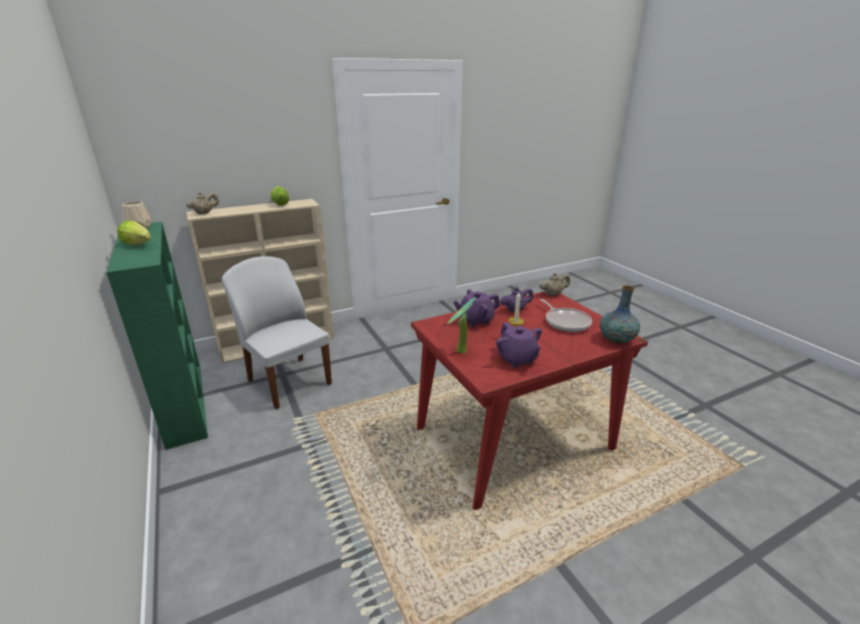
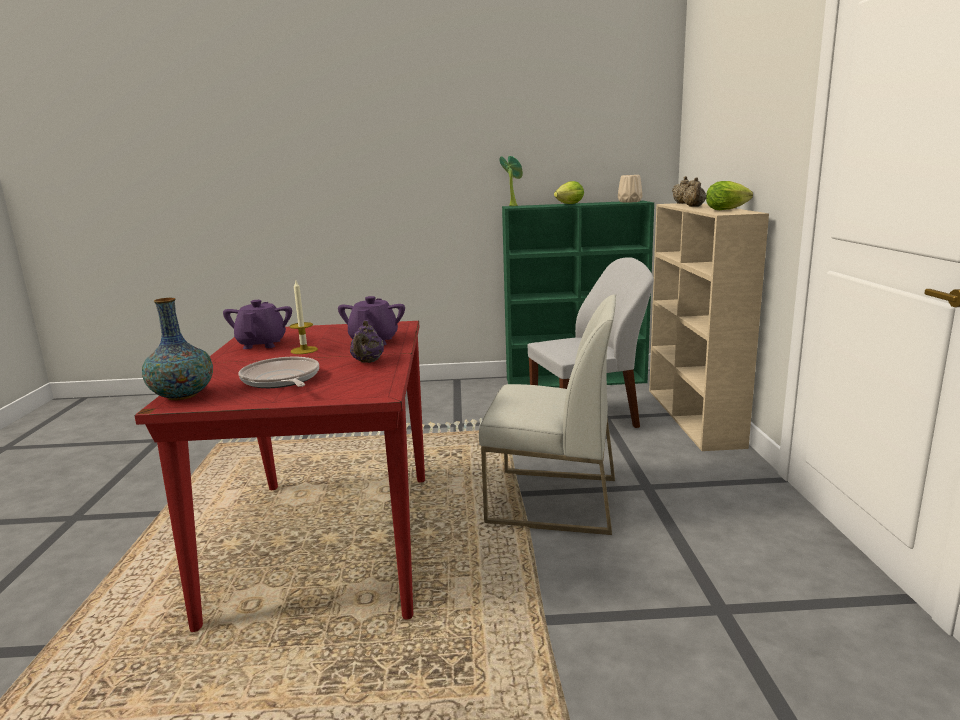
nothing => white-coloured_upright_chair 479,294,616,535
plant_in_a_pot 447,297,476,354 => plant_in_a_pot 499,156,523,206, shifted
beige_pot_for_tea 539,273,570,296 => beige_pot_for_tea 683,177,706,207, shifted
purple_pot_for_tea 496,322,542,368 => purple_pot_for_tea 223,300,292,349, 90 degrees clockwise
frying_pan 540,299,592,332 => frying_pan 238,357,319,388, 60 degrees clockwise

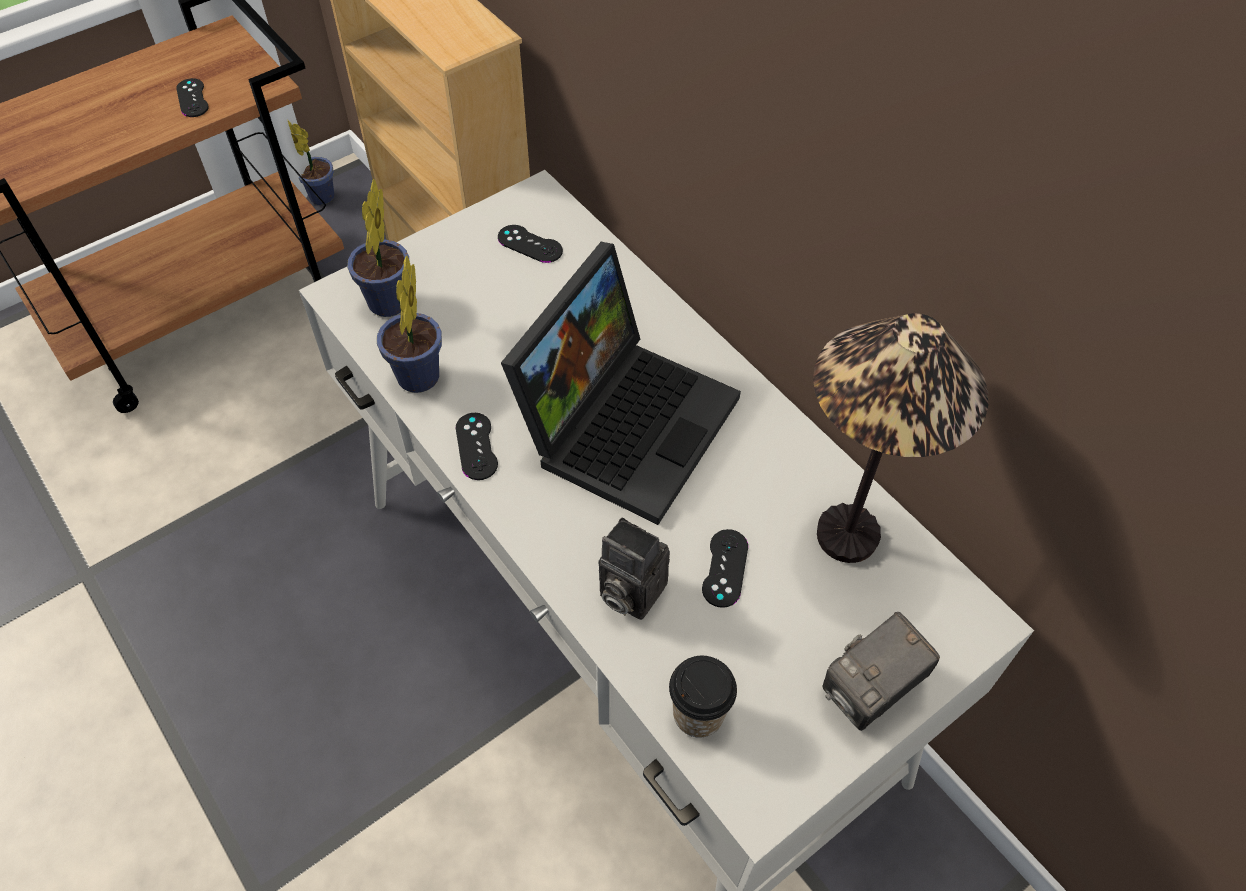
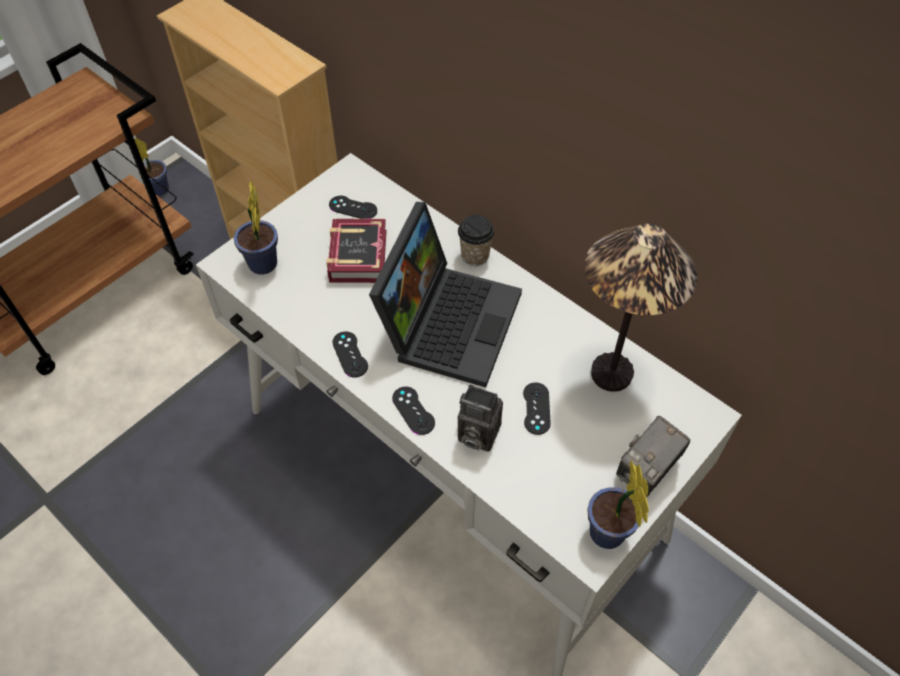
nothing => volume 326,219,387,283
black_game_controller 176,78,209,117 => black_game_controller 392,387,435,435, shifted
plant_in_a_pot 377,255,442,393 => plant_in_a_pot 588,460,649,549, shifted
drinking_cup 669,656,737,738 => drinking_cup 458,215,494,266, shifted

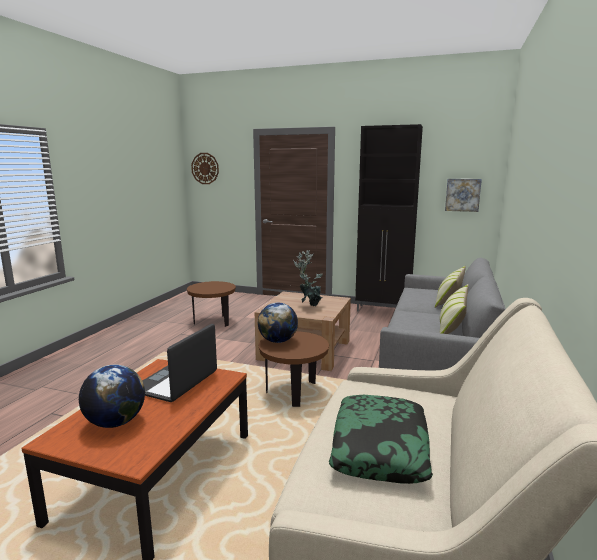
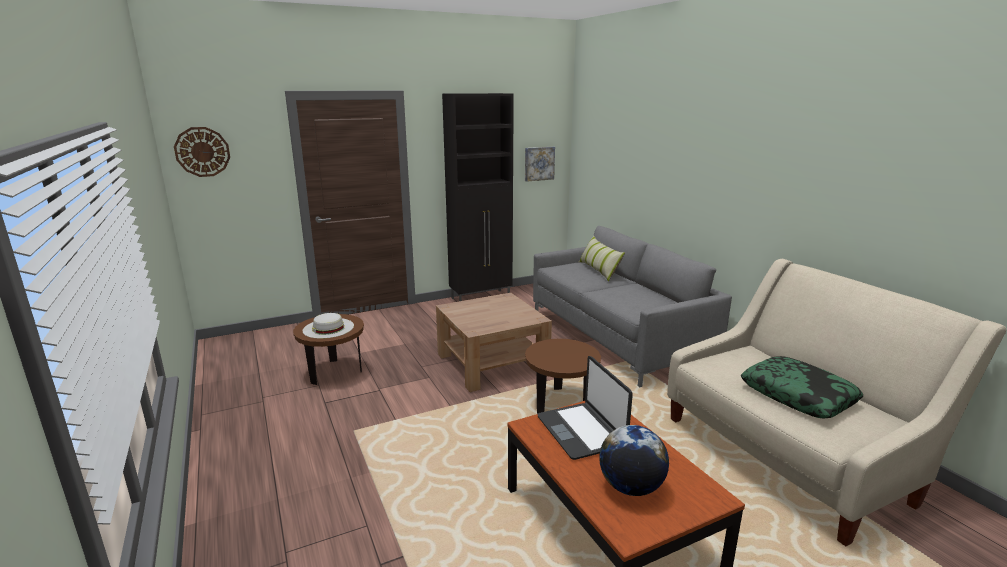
desk_globe 258,302,298,343 => nothing
plant_in_a_pot 293,250,323,307 => nothing
cushion 440,284,469,334 => nothing
nothing => white-coloured_wearable_hat 303,313,354,339

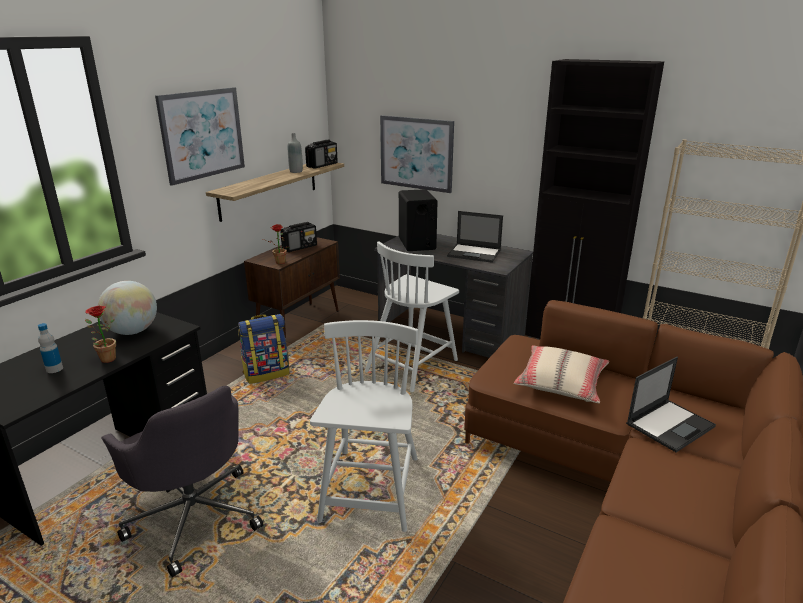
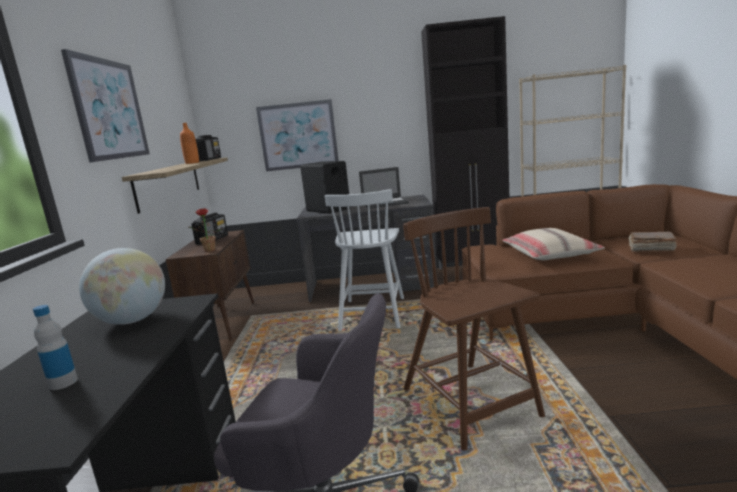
plant_in_a_pot 85,306,116,363 => nothing
backpack 238,314,290,384 => nothing
portable_computer 626,357,716,452 => brown_volume 629,232,677,252
greyish_bottle 288,133,303,173 => orange-coloured_bottle 180,123,199,164
white-coloured_upright_chair 310,320,418,532 => brown_upright_chair 403,207,545,451

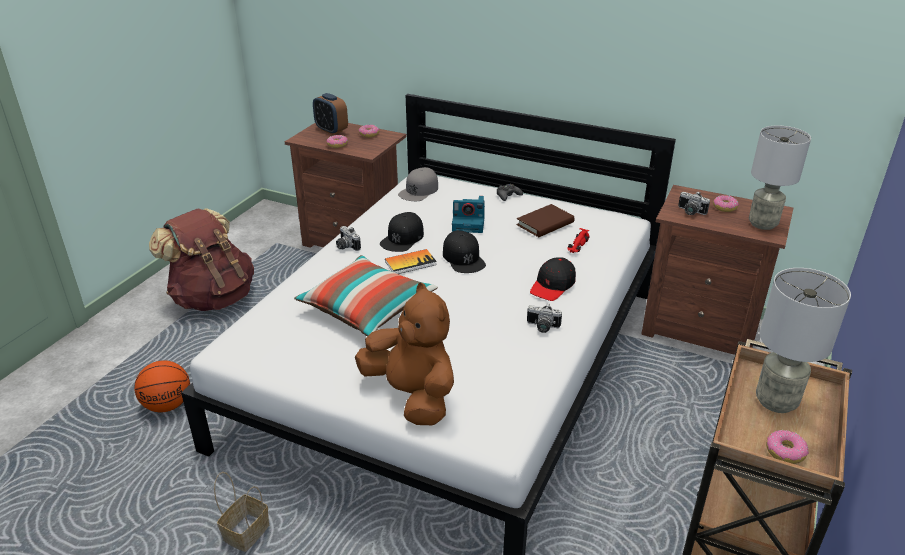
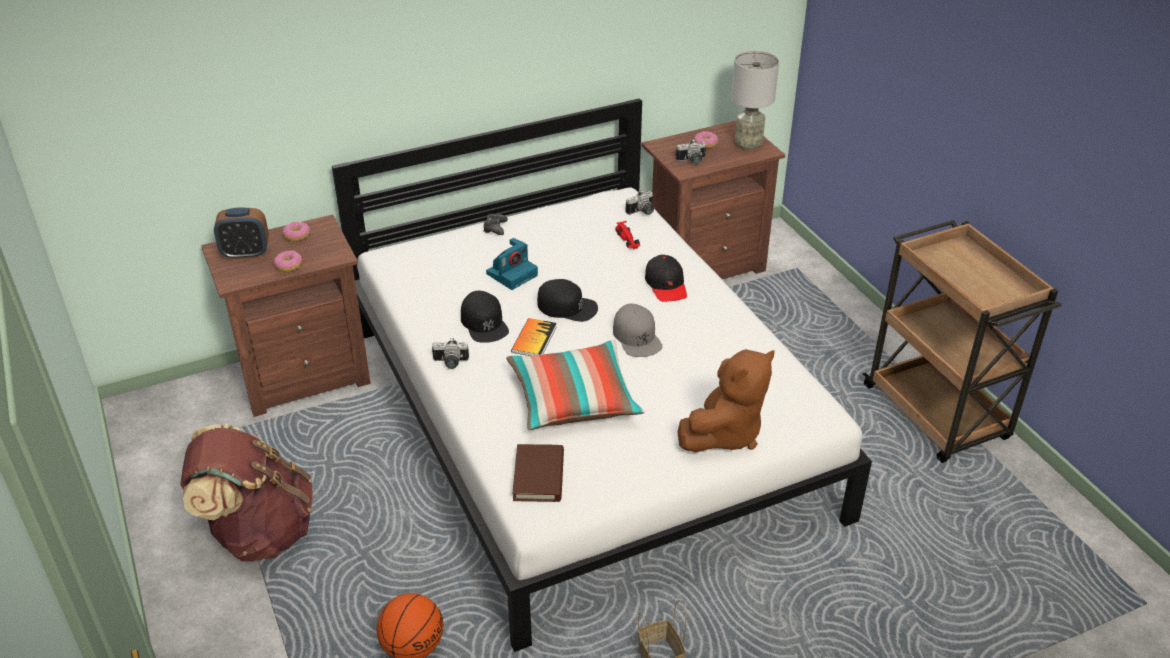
greyish_lamp_for_a_table 756,268,851,413 => nothing
ring_doughnut 766,430,809,464 => nothing
greyish_baseball_cap 398,167,438,201 => greyish_baseball_cap 613,304,662,357, shifted
brown_volume 516,204,574,237 => brown_volume 513,444,564,502, shifted
still_camera 527,304,562,333 => still_camera 626,190,654,215, shifted
brown_plush_toy 355,282,454,425 => brown_plush_toy 677,349,774,452, 135 degrees clockwise

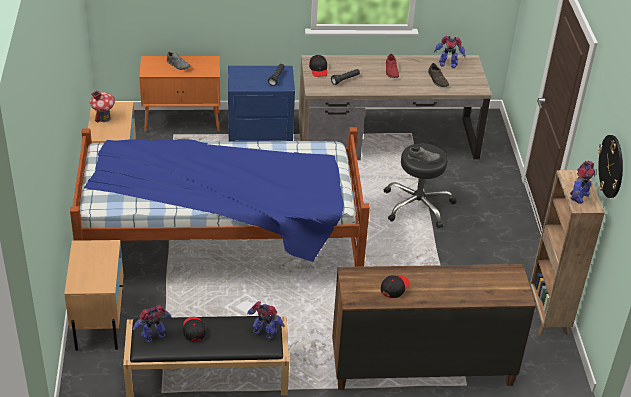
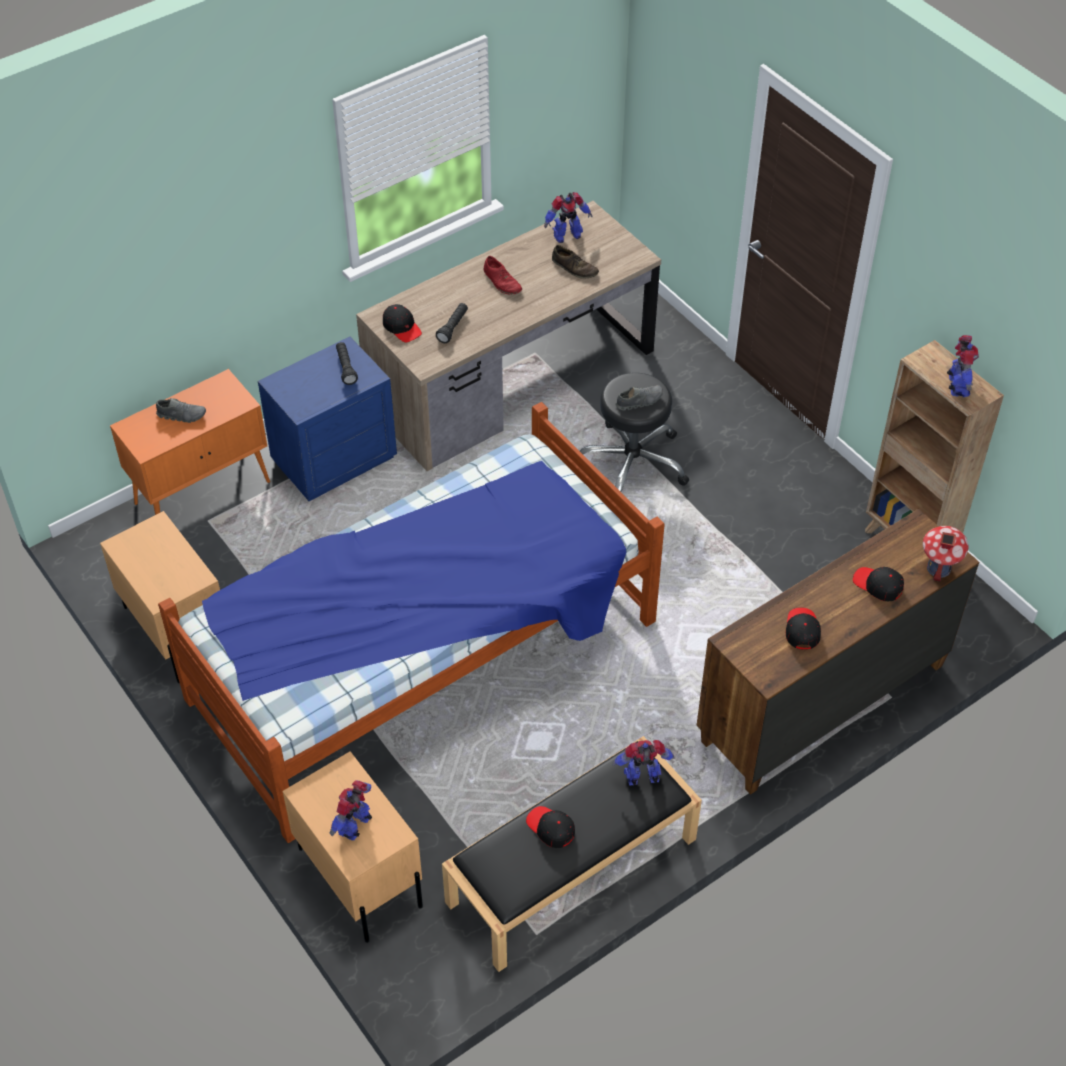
wall_clock 598,135,623,198 => nothing
nothing => black_baseball_cap 853,567,904,601
miniature_house 90,90,115,123 => miniature_house 923,526,968,582, shifted
robot_figure 133,305,172,342 => robot_figure 330,780,372,841, shifted

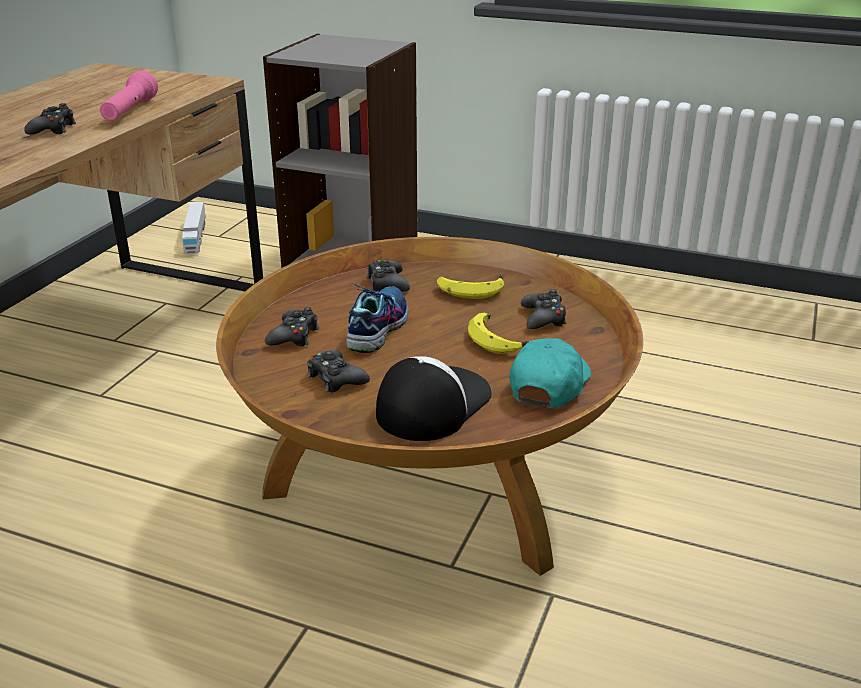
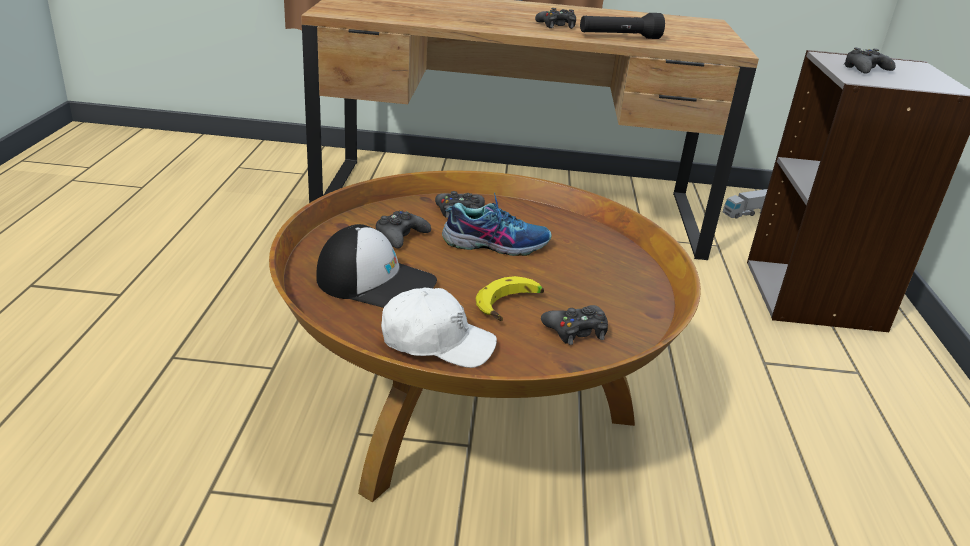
banana 437,274,504,299 => nothing
black_game_controller 367,259,410,292 => black_game_controller 844,48,896,74, shifted
pinkish_hand_torch 100,71,158,121 => black_hand_torch 580,13,665,39
turquoise_baseball_cap 510,338,591,408 => white-coloured_baseball_cap 381,288,497,368

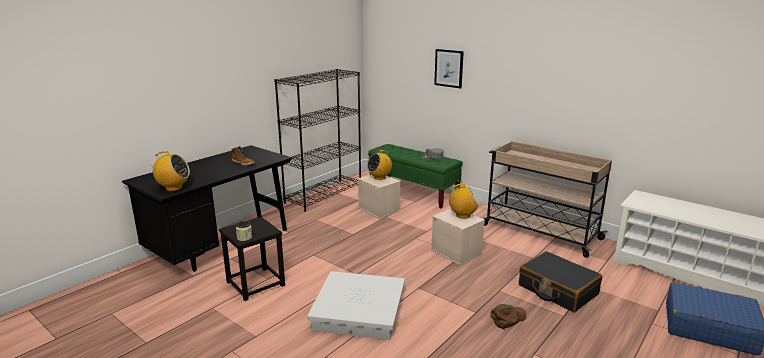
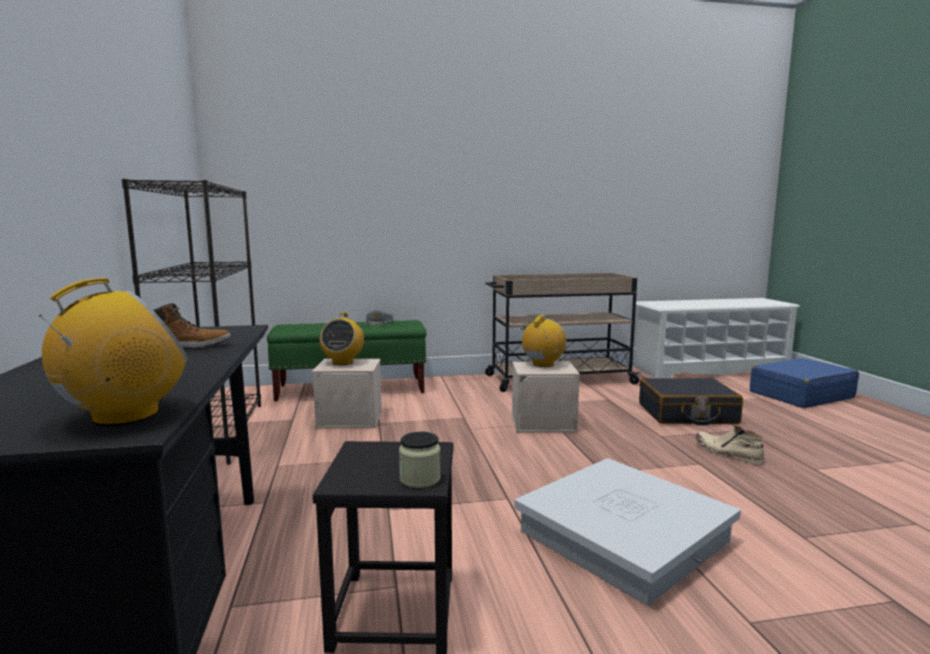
wall_picture 434,49,464,88 => nothing
brown_baseball_cap 491,304,527,330 => beige_tall_boot 695,426,765,464

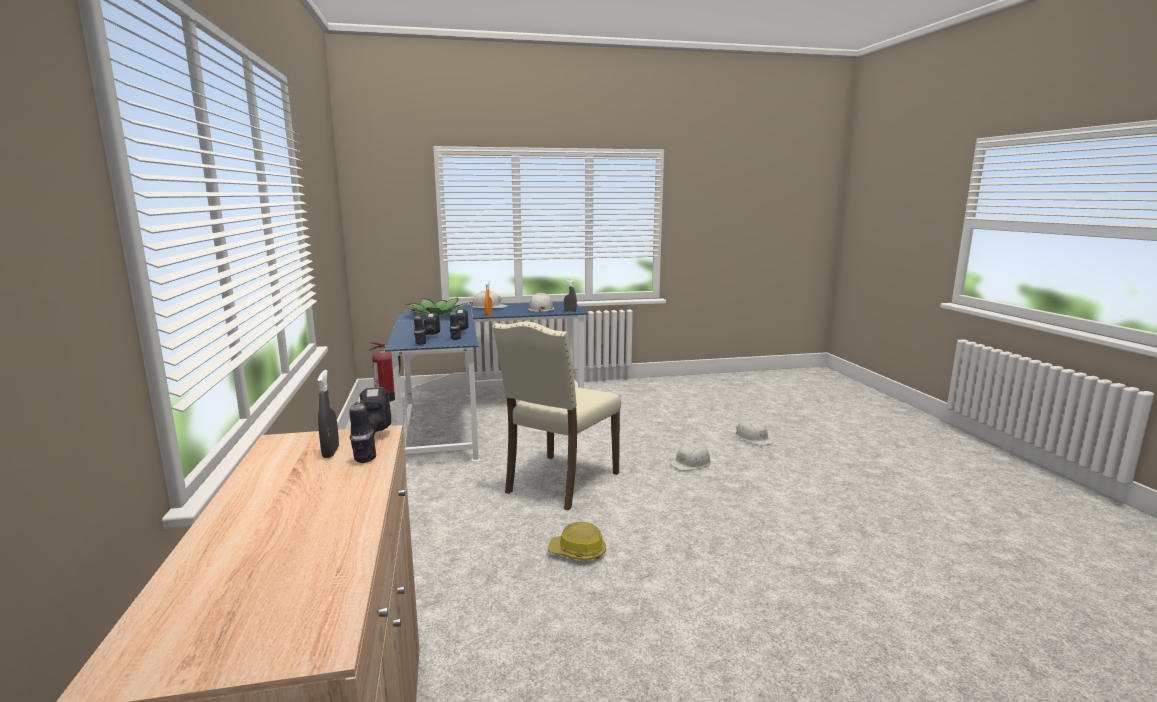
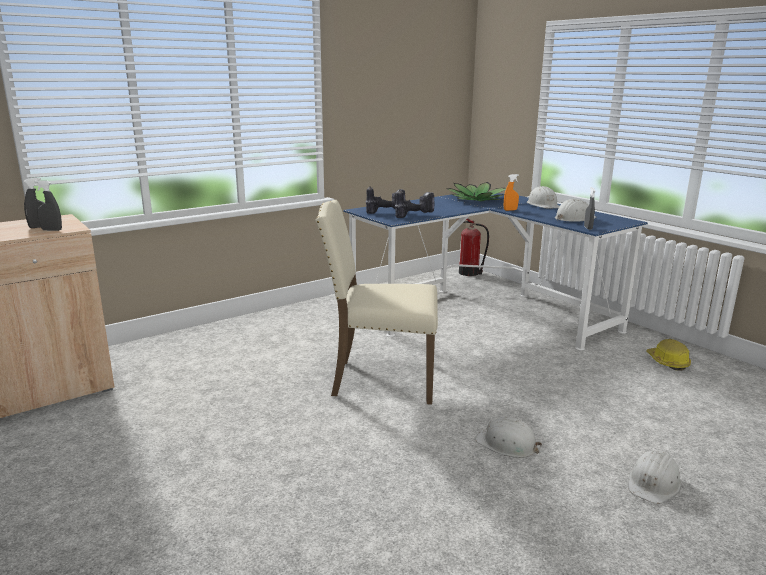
hard_hat 548,522,606,561 => hard_hat 646,339,691,371, shifted
power_drill 349,387,391,463 => greyish_spray_bottle 34,180,62,231

